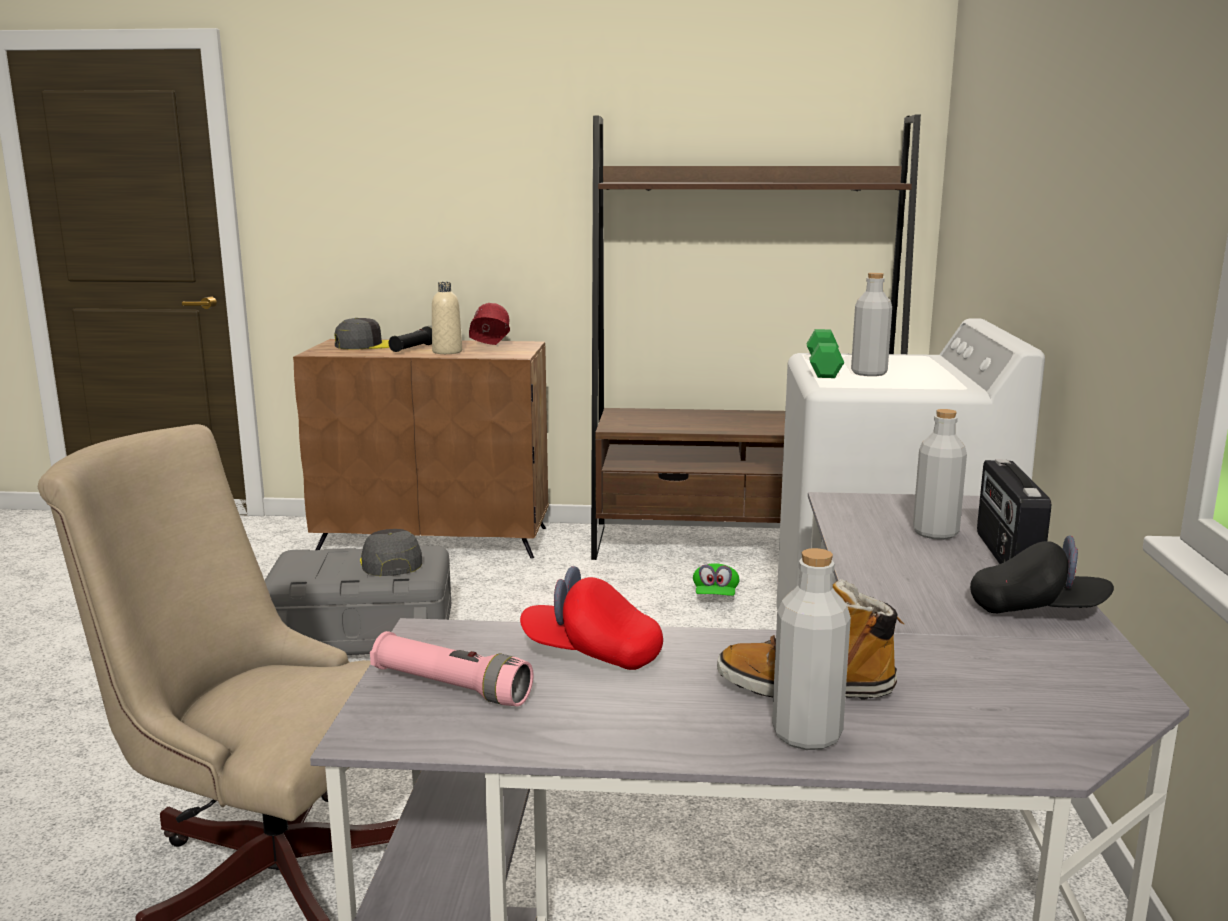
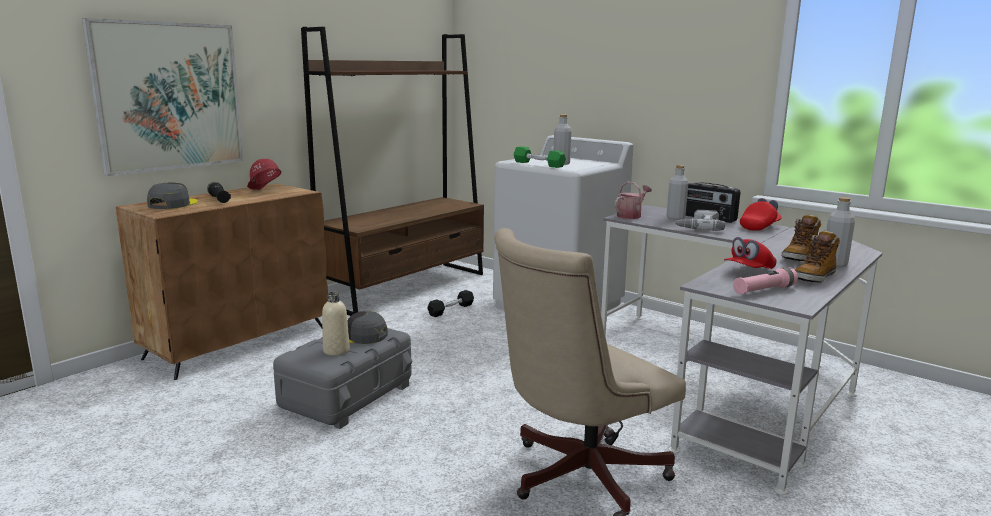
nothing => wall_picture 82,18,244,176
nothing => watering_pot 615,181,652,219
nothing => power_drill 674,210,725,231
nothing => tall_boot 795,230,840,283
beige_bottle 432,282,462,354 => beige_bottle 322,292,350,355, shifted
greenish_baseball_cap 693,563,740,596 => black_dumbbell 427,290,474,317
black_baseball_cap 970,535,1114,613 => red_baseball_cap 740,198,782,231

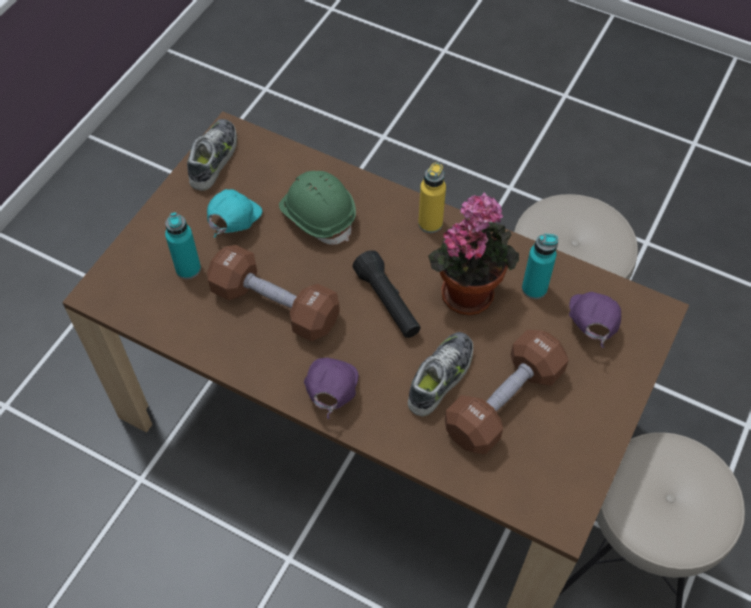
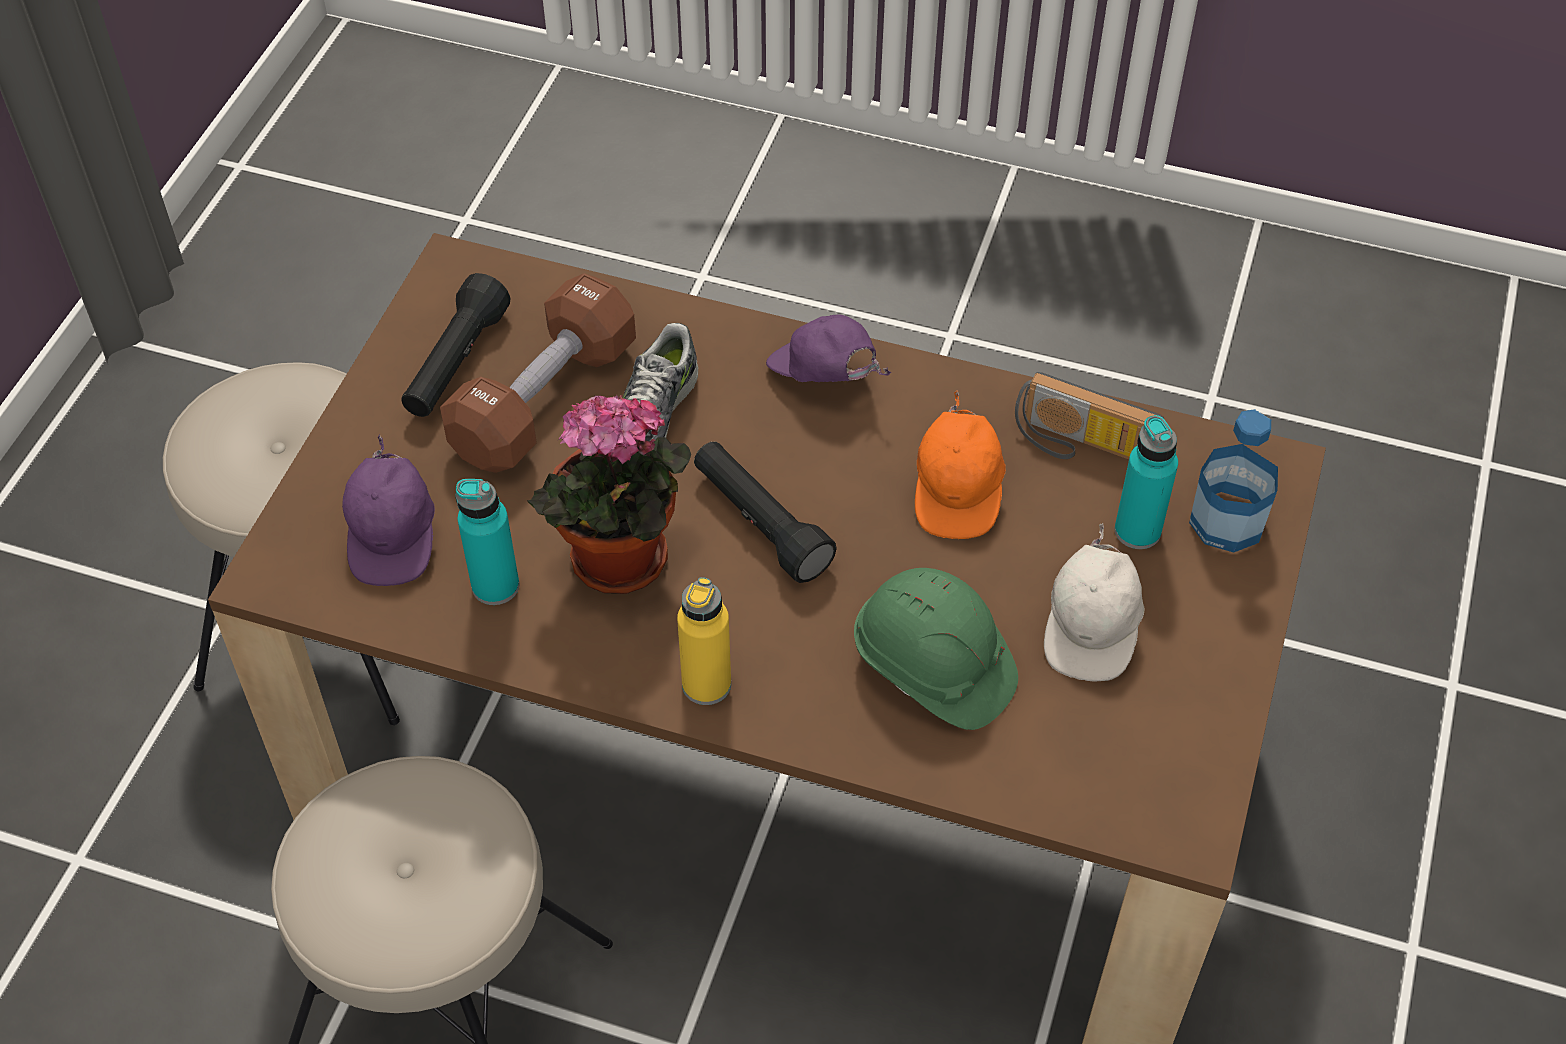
shoe 187,119,237,191 => nothing
nothing => black_hand_torch 401,273,510,417
nothing => radio 1015,372,1164,459
nothing => bottle 1189,409,1278,553
brown_dumbbell 207,245,340,341 => orange-coloured_baseball_cap 915,391,1006,539
turquoise_baseball_cap 207,189,262,238 => white-coloured_baseball_cap 1044,523,1145,682
purple_baseball_cap 304,358,359,419 => purple_baseball_cap 766,314,891,382, 135 degrees clockwise

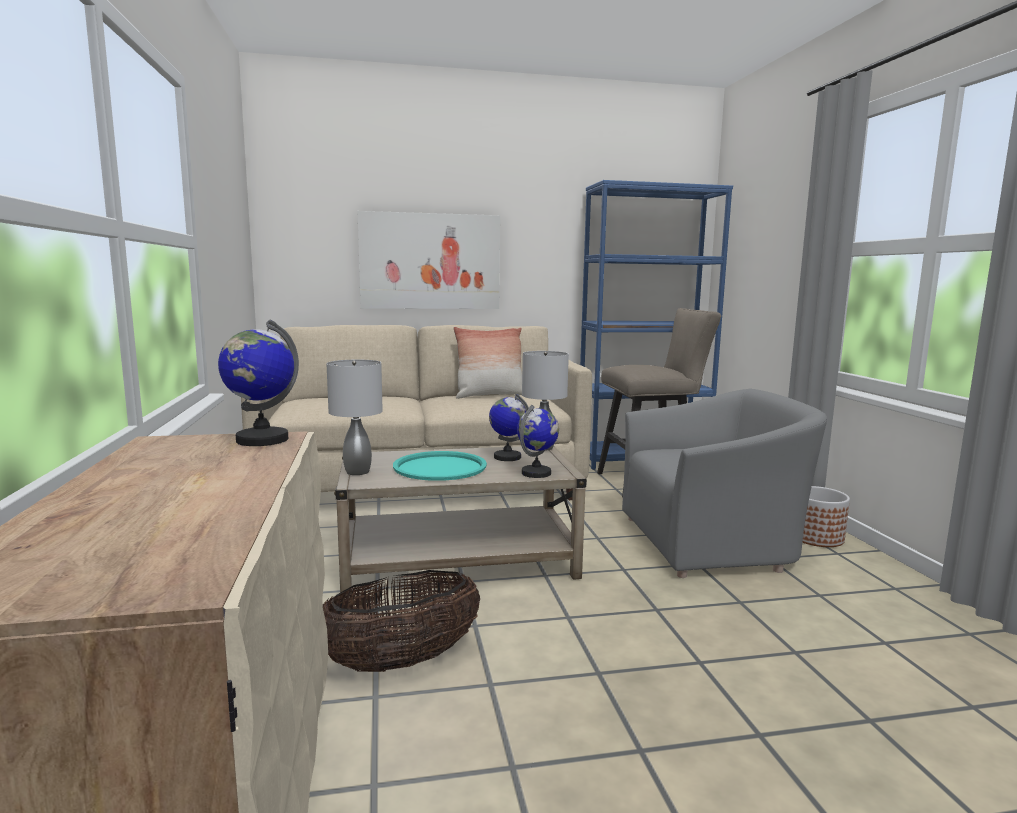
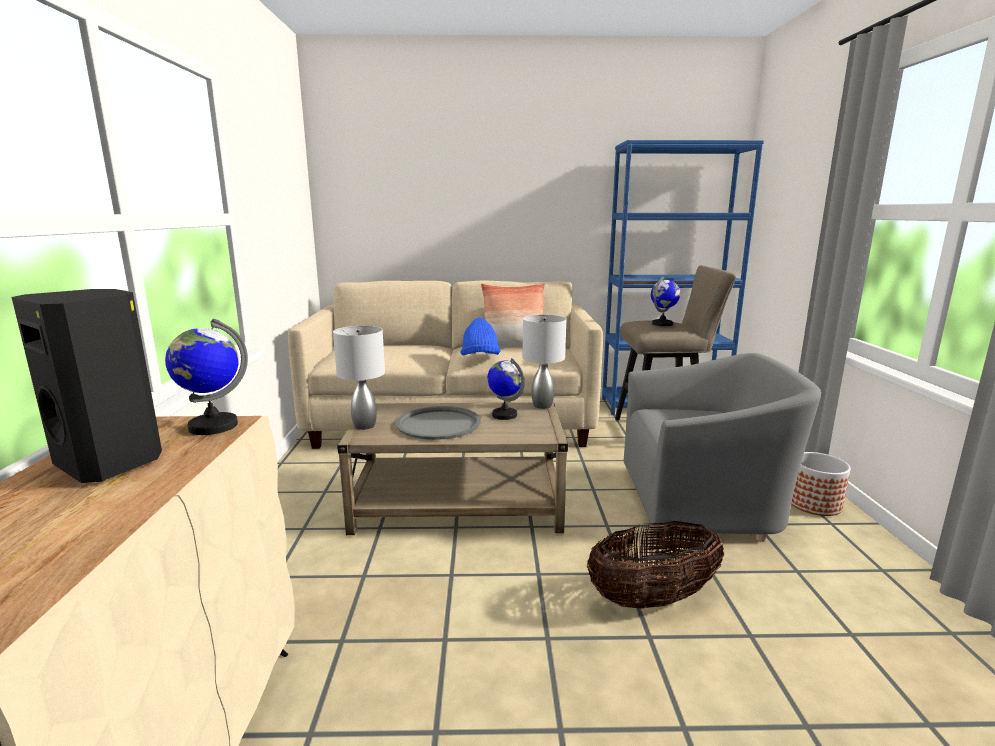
wall_picture 358,211,500,309 => nothing
nothing => black_speaker 12,289,162,483
nothing => bluish_wearable_hat 461,318,501,355
basket 323,570,480,672 => basket 587,521,724,609, shifted
desk_globe 517,405,559,478 => desk_globe 651,276,680,326, shifted
turquoise_carrying_tray 393,451,487,481 => greyish_carrying_tray 396,406,481,440

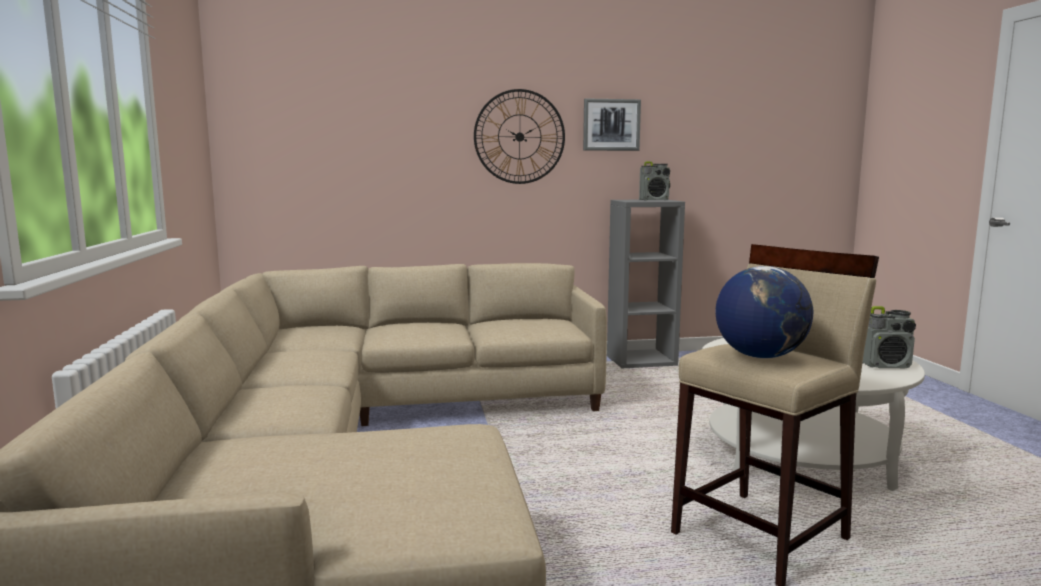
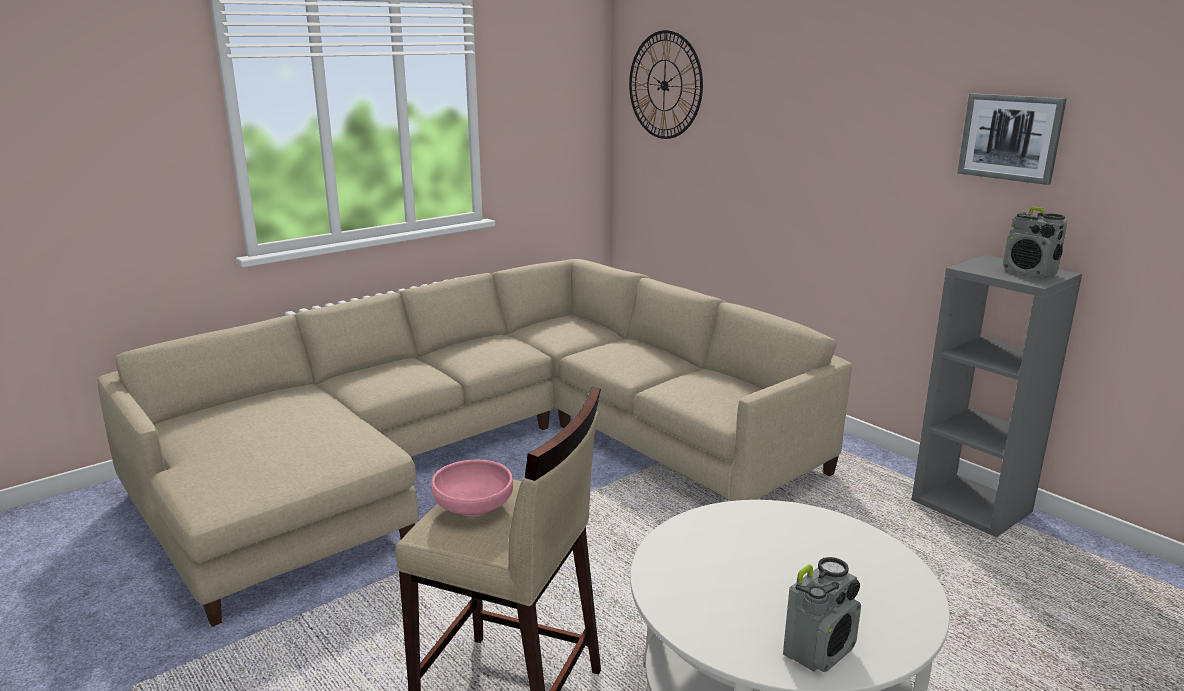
wall_clock 474,89,565,184 => wall_clock 629,30,703,139, shifted
desk_globe 716,266,813,358 => pinkish_deep_dish 431,459,513,516
radio 863,306,916,368 => radio 783,557,861,672, 105 degrees counterclockwise

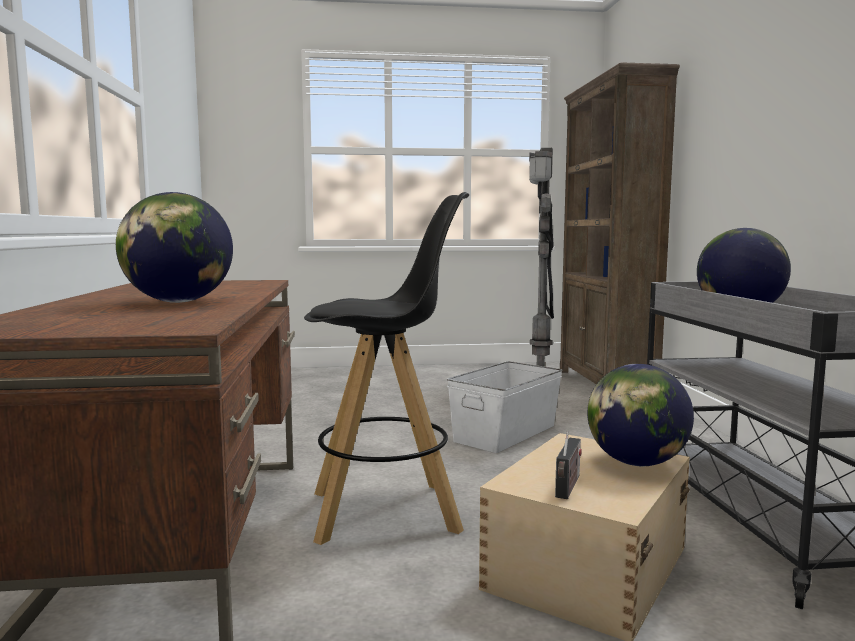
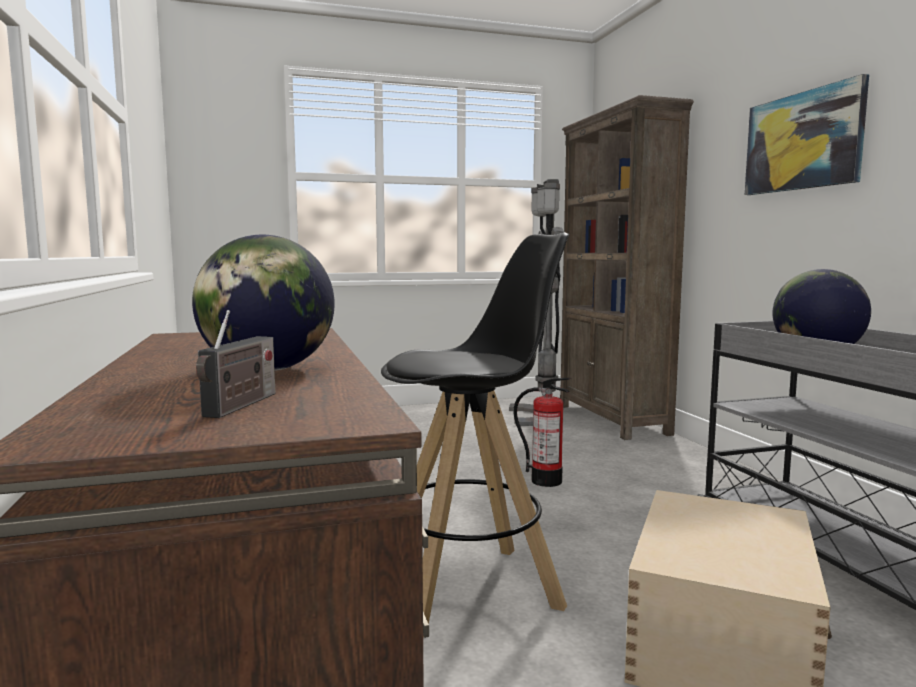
desk_globe 587,364,694,466 => nothing
nothing => wall_picture 745,74,869,195
radio 555,430,582,499 => radio 196,310,275,418, shifted
white-coloured_storage_container 447,361,562,453 => fire-fighting_cylinder 514,378,571,487

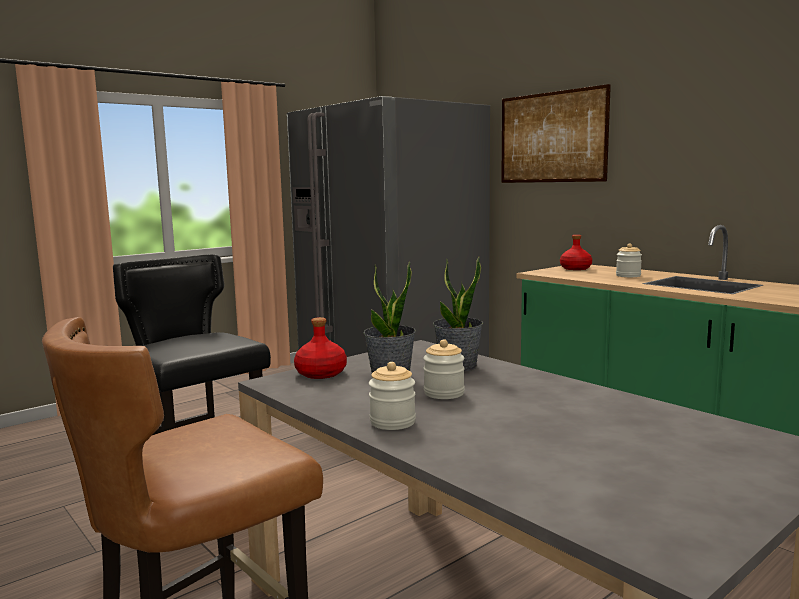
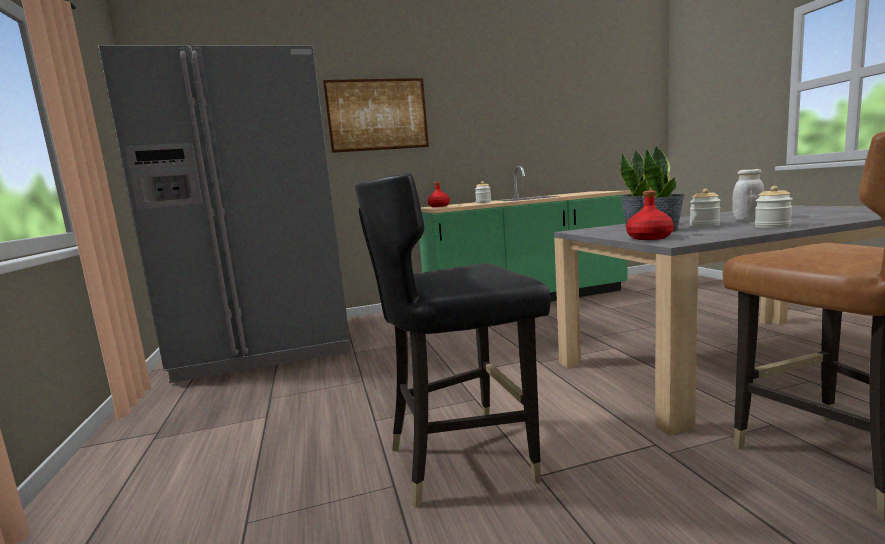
nothing => white-coloured_jar 732,169,764,221

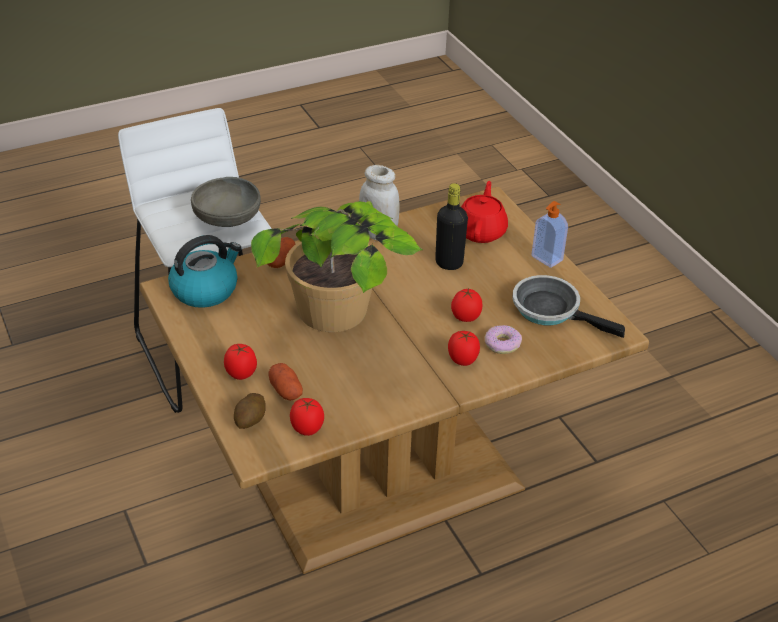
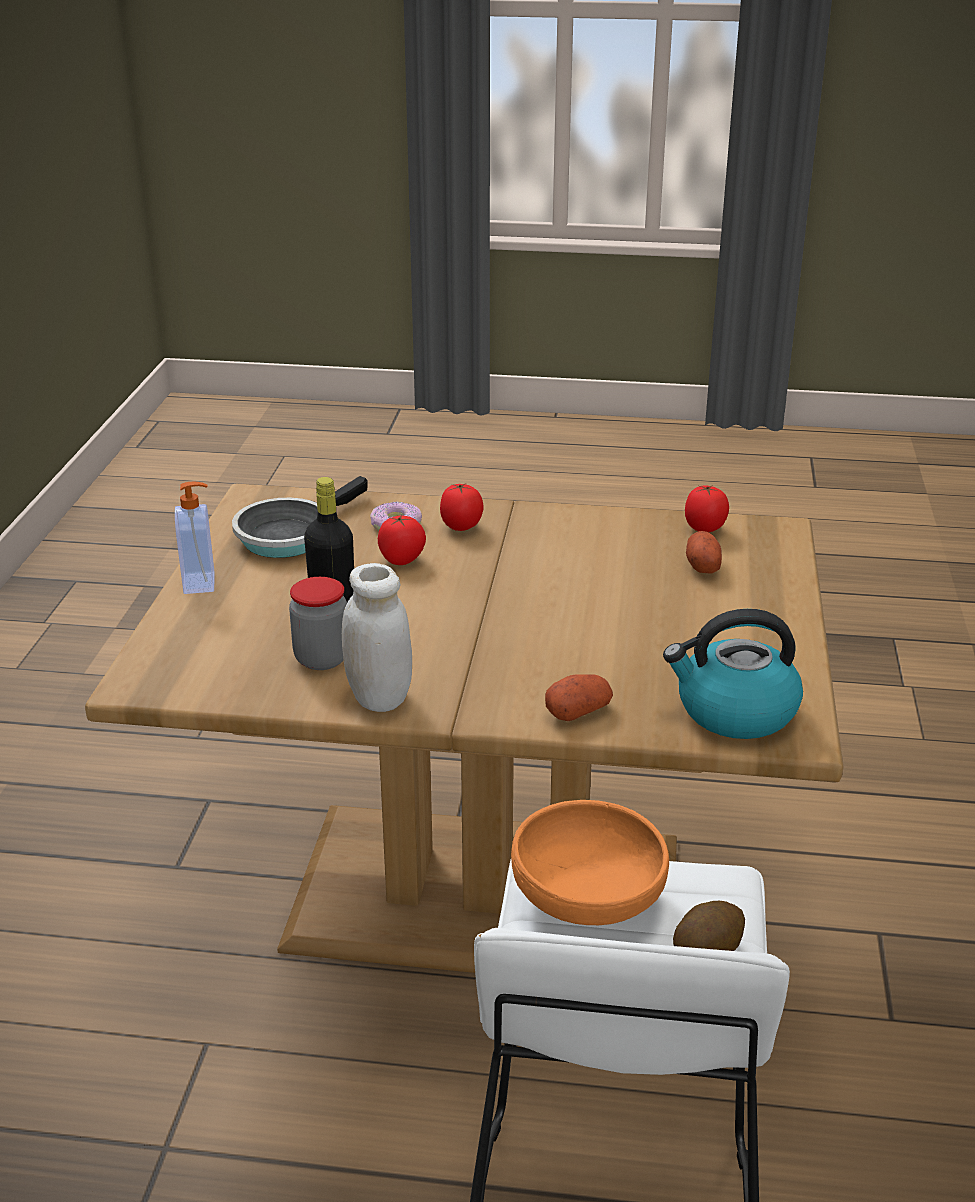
whole_tomato 224,344,257,380 => nothing
plant_in_a_pot 251,201,423,332 => nothing
red_pot_for_tea 461,181,508,243 => nothing
nothing => jar 289,577,347,670
whole_potato 234,393,266,429 => whole_potato 673,901,745,951, shifted
greyish_deep_dish 191,177,261,227 => orange-coloured_deep_dish 511,800,669,925
frying_pan 513,275,625,338 => frying_pan 232,476,368,558, 60 degrees clockwise

